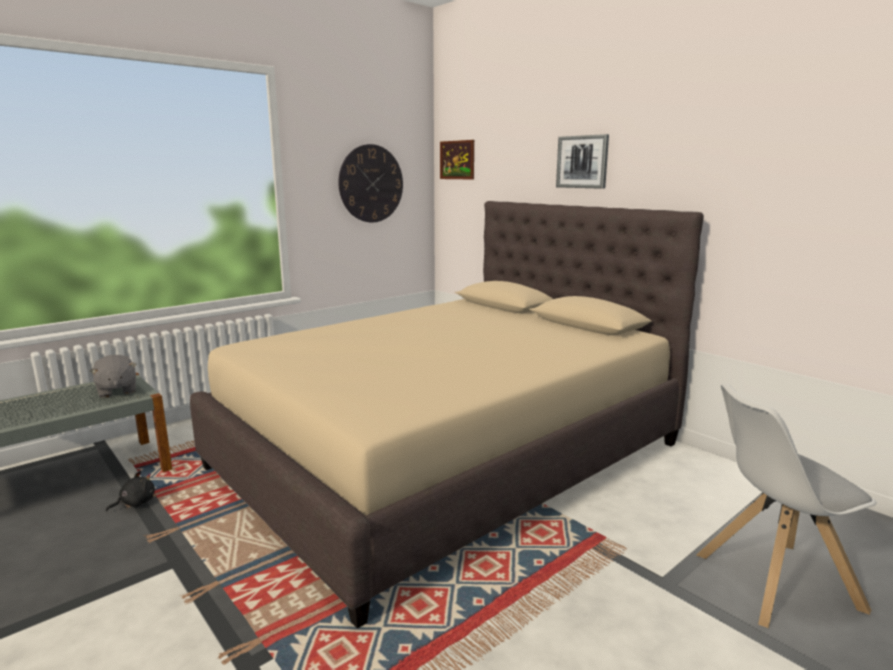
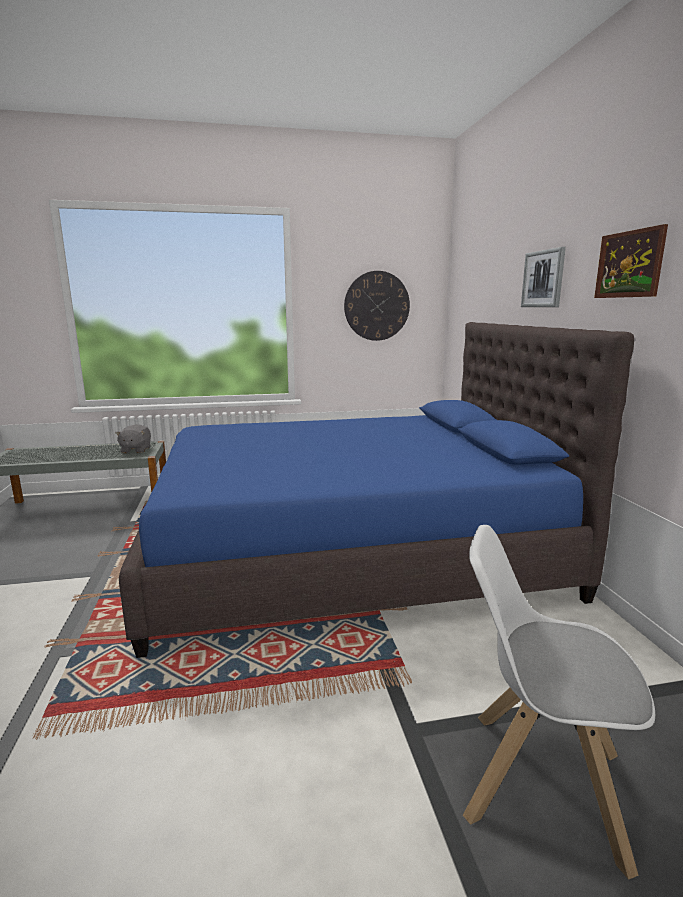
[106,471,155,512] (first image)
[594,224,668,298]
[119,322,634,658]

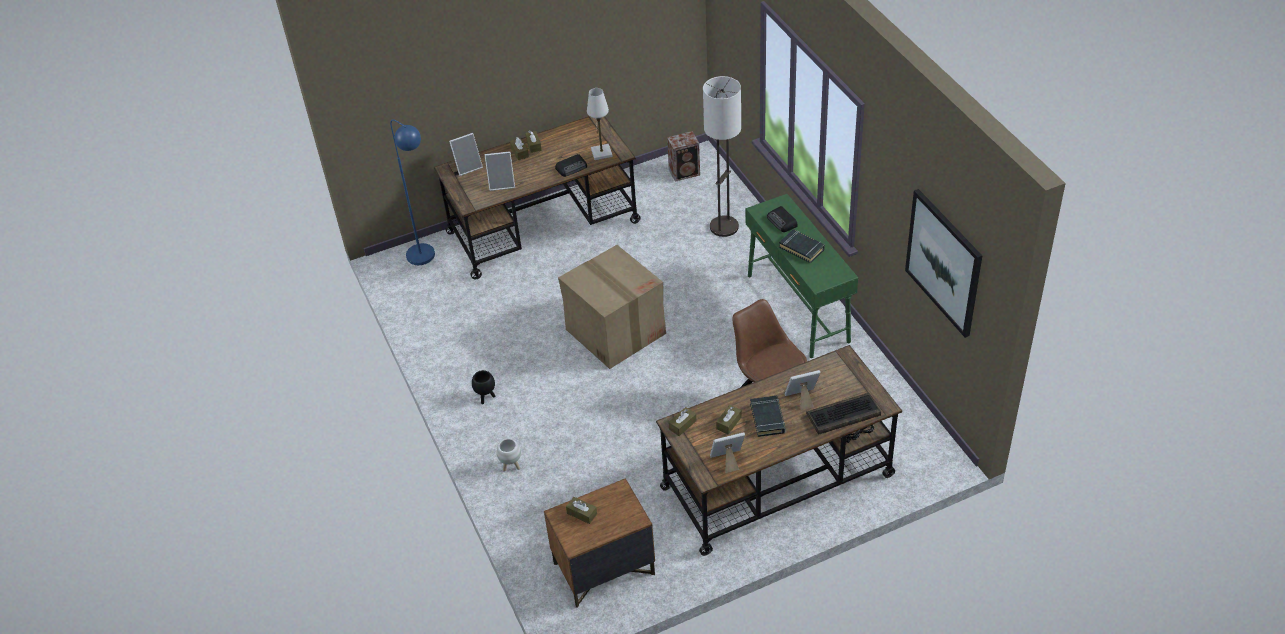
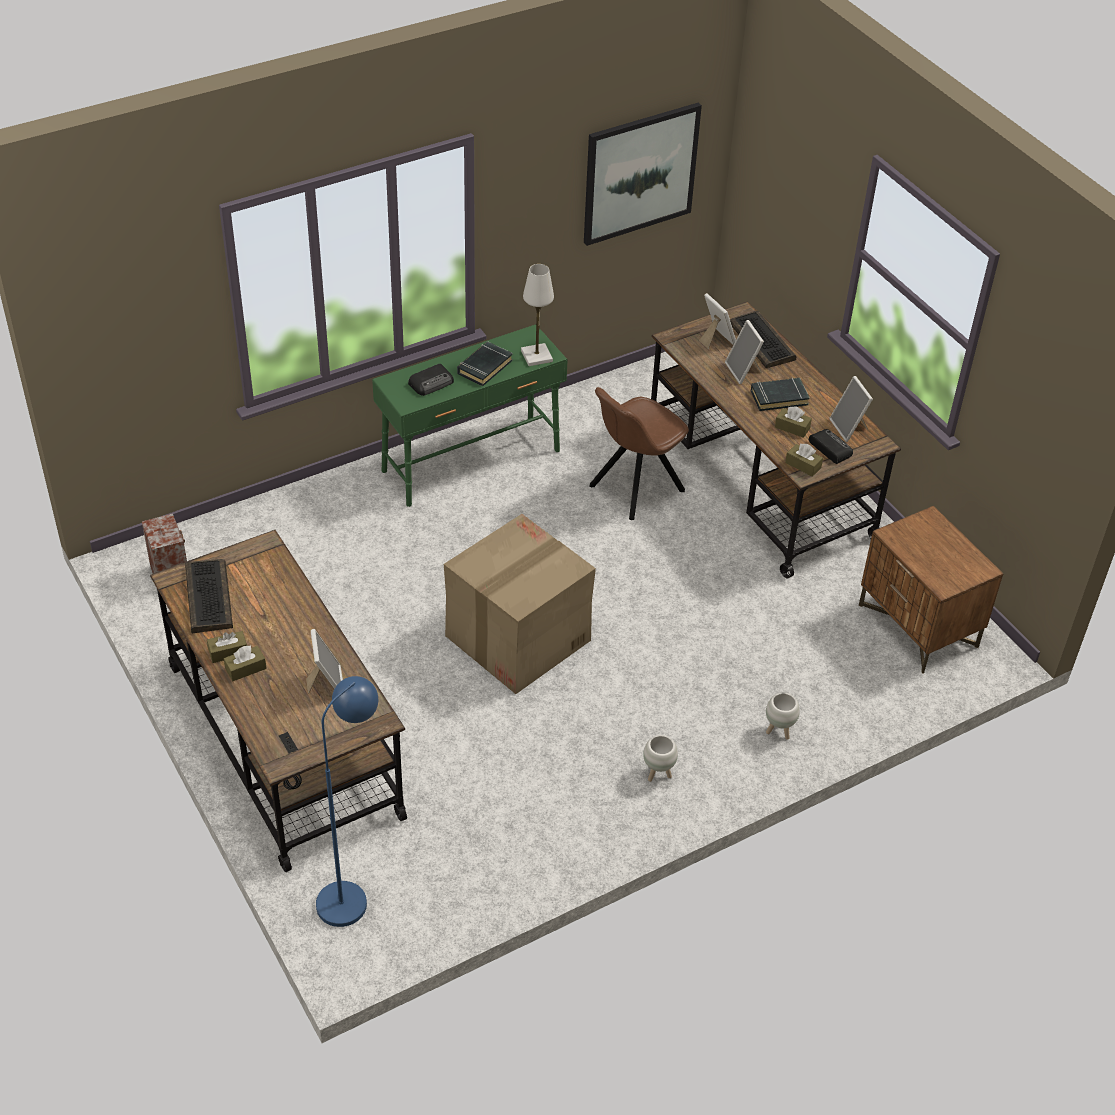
[566,497,597,524] (first image)
[703,76,741,237] (first image)
[185,559,233,633]
[699,293,736,349]
[809,429,853,464]
[521,264,554,366]
[643,735,678,782]

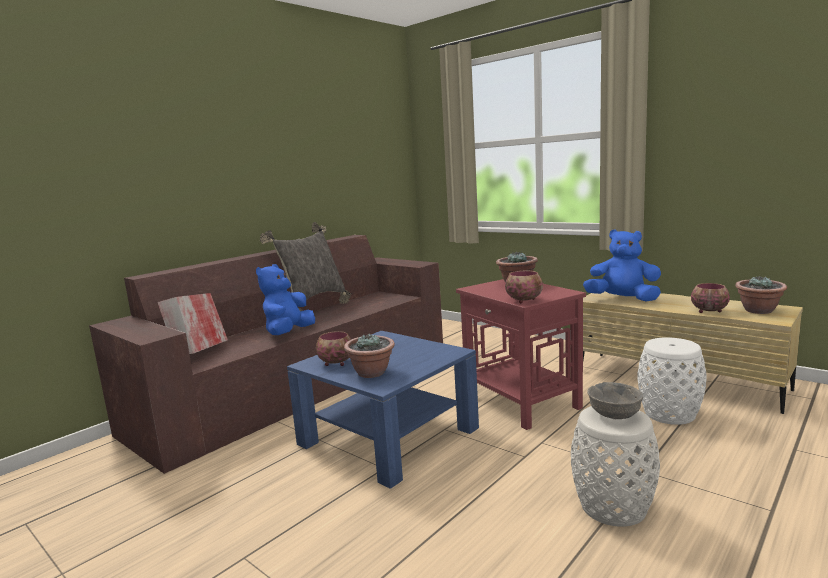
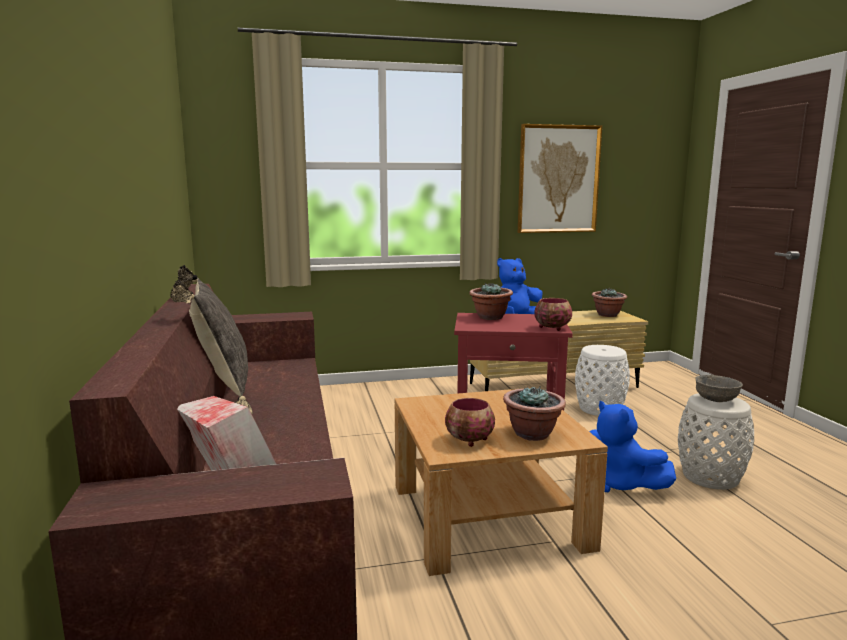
[691,283,730,313] (first image)
[518,124,602,233]
[589,401,676,492]
[395,388,608,576]

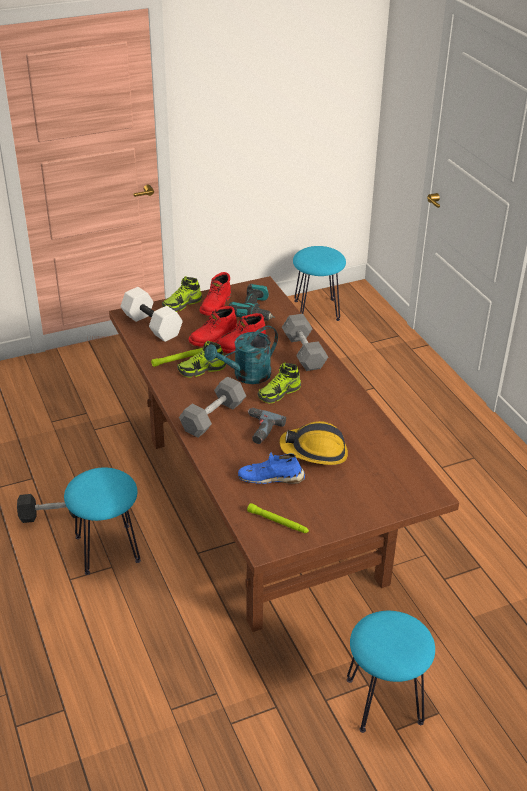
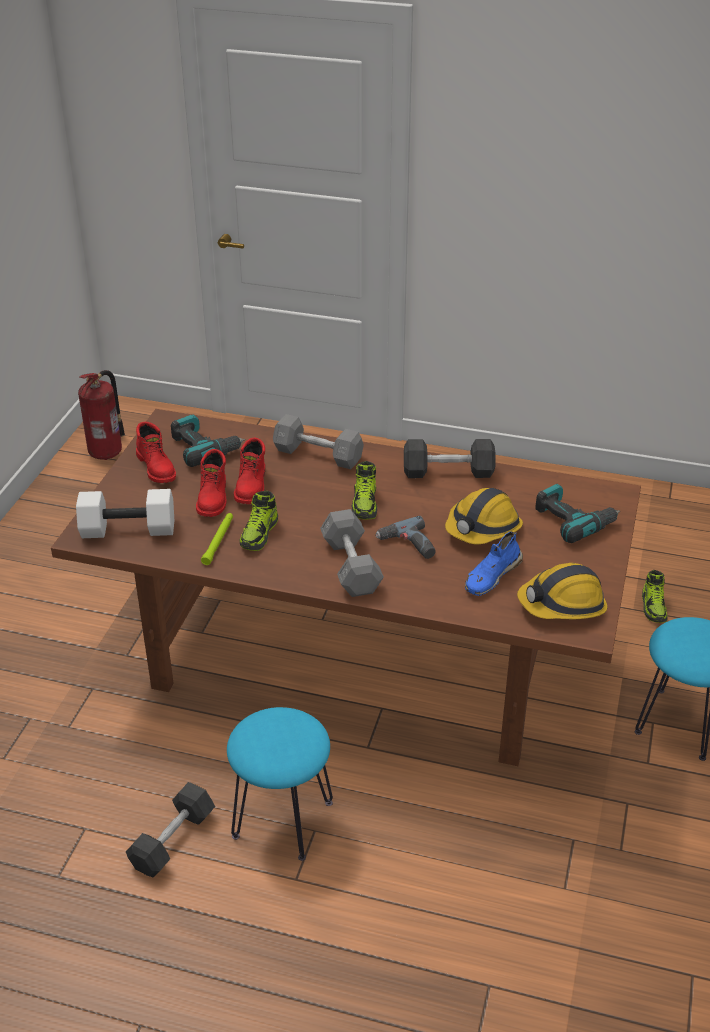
[204,326,278,384] (first image)
[404,439,496,478]
[535,484,620,543]
[642,570,668,623]
[517,563,608,619]
[78,370,125,460]

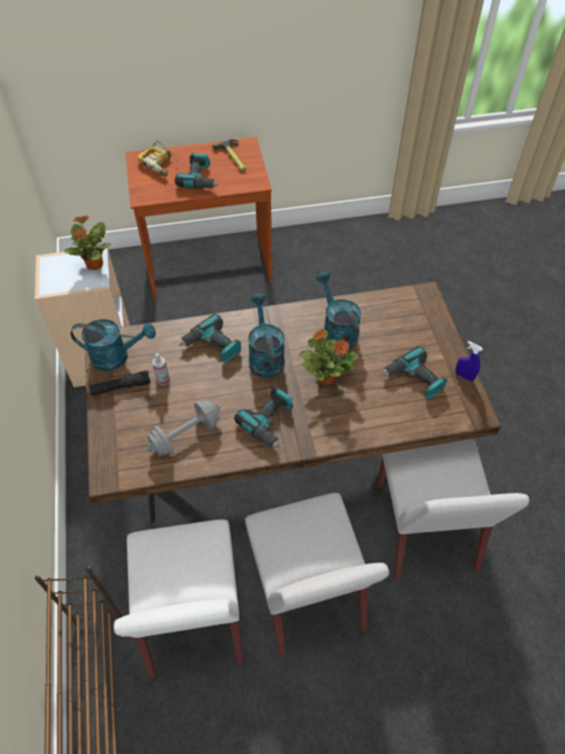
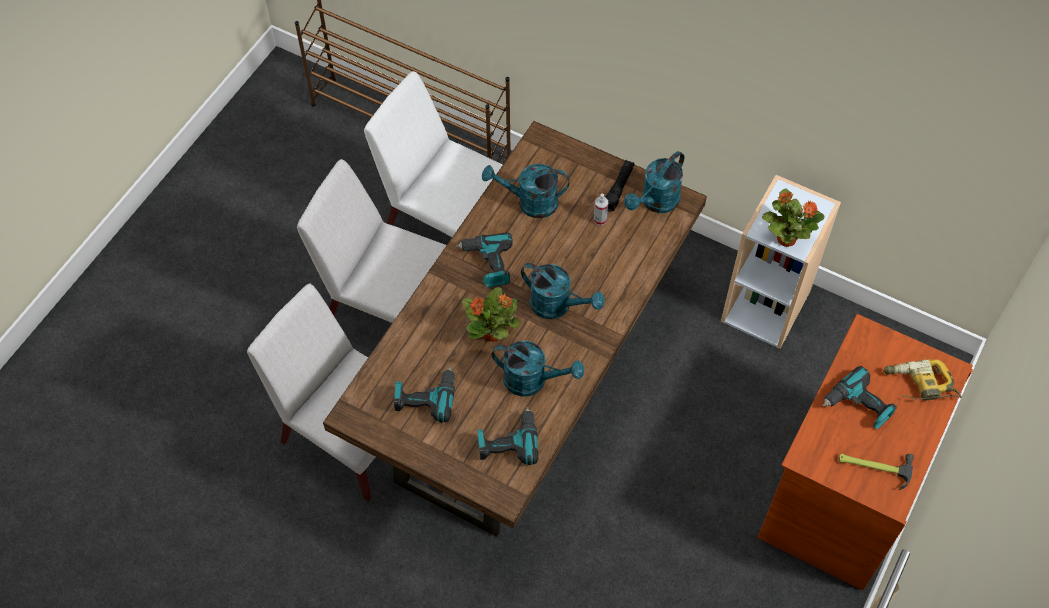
[455,341,483,382] (first image)
[477,407,538,465]
[482,164,569,218]

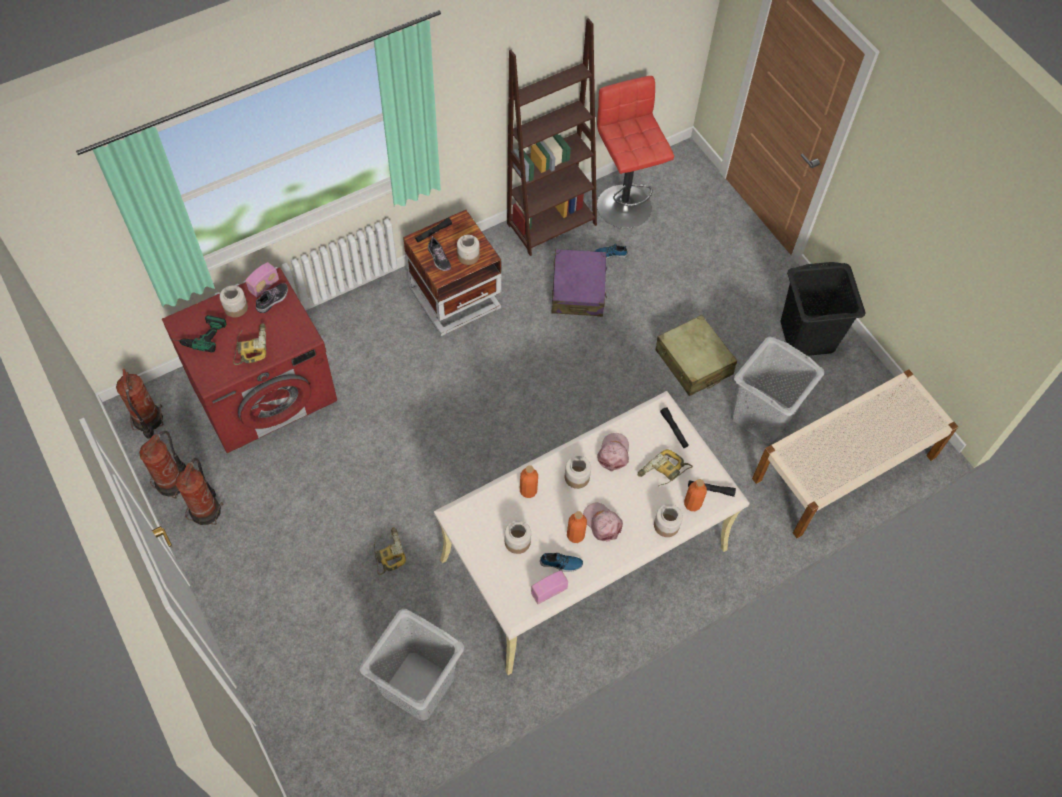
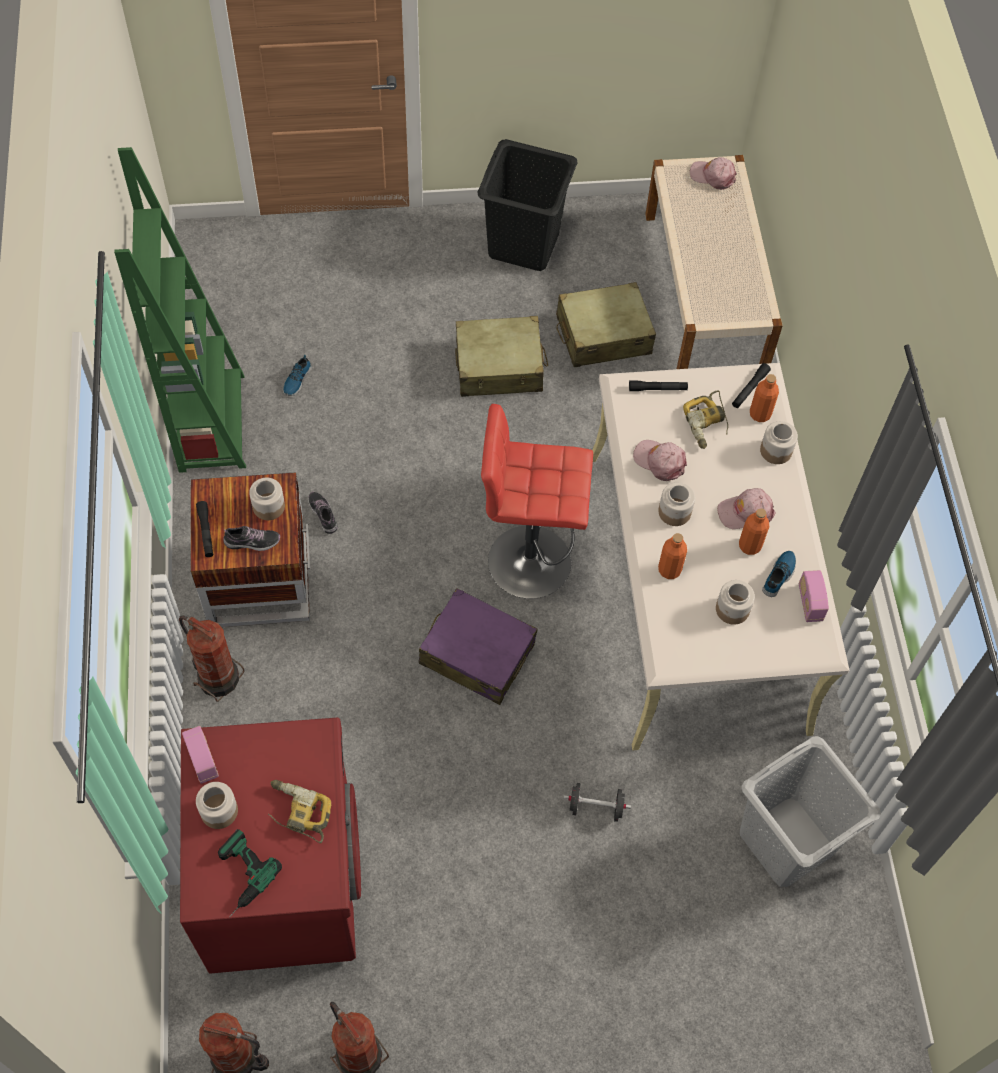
[690,157,737,190]
[179,616,245,702]
[308,492,338,534]
[419,588,537,705]
[481,404,593,599]
[563,783,631,822]
[556,282,656,367]
[114,147,246,473]

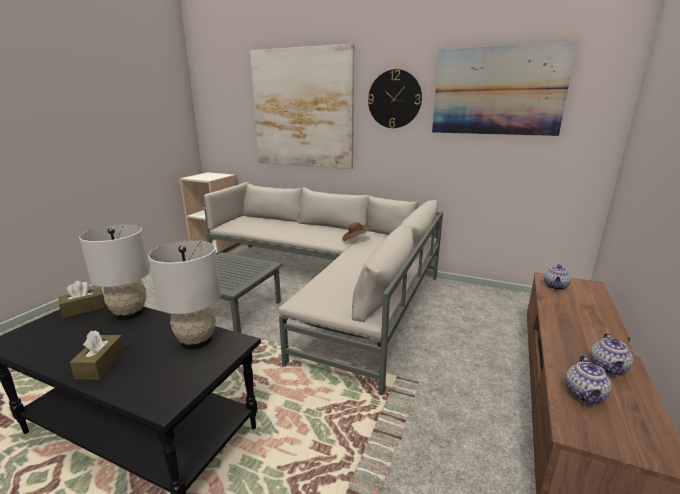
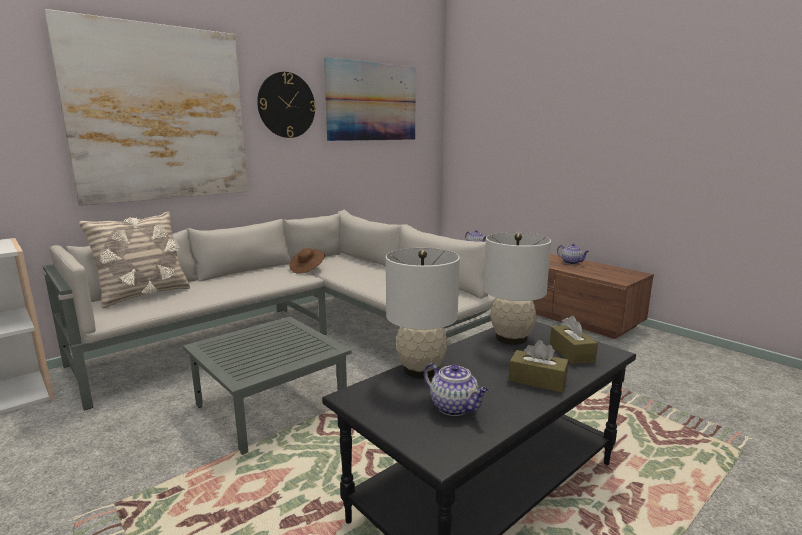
[79,212,190,308]
[550,315,598,364]
[424,363,489,416]

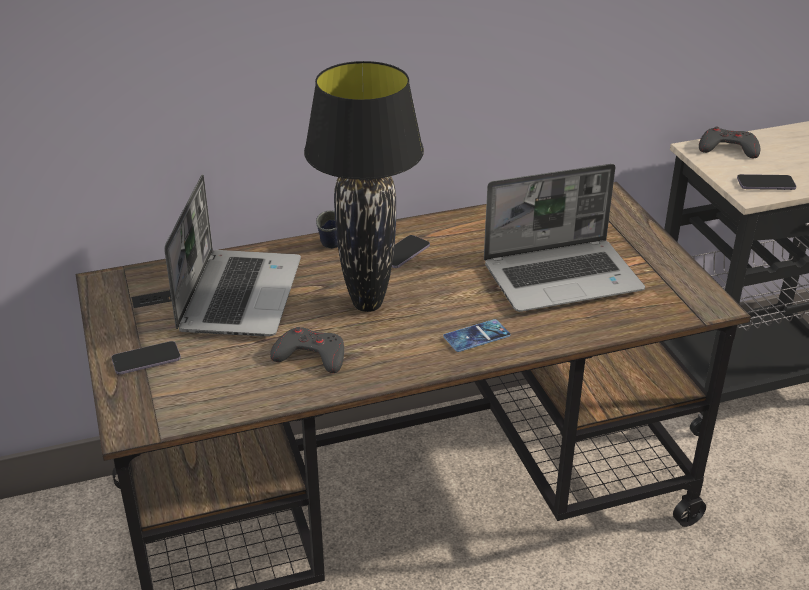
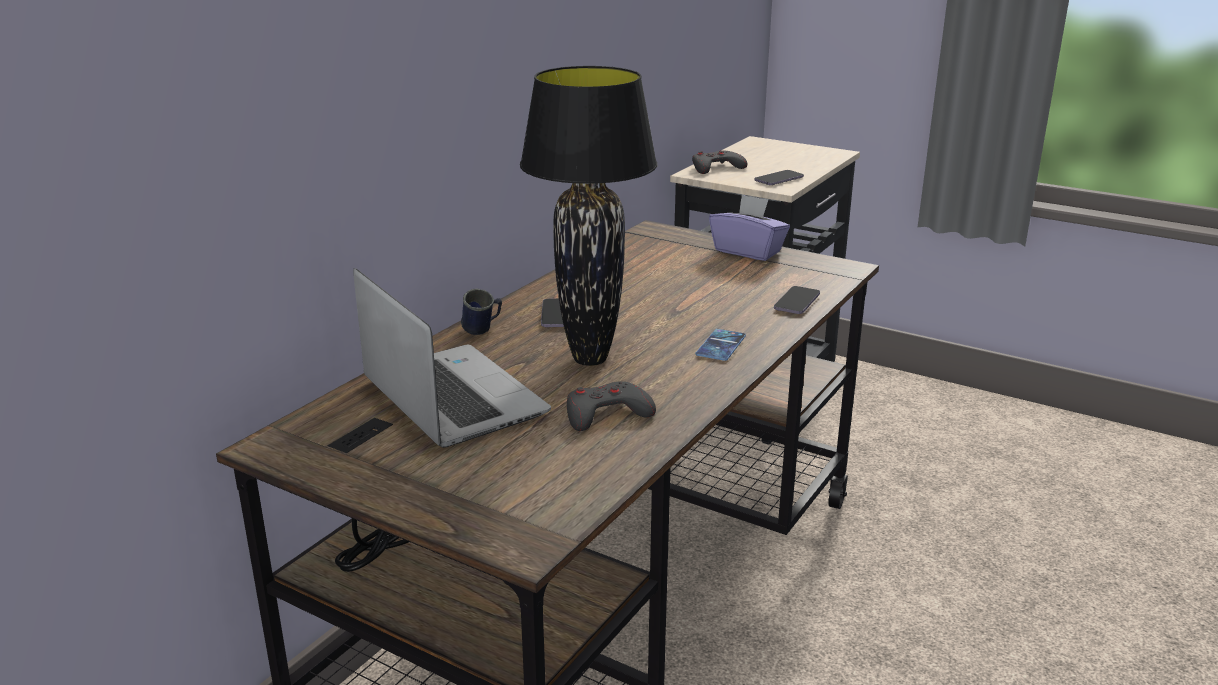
[484,164,645,312] (first image)
[709,194,790,261]
[774,286,820,314]

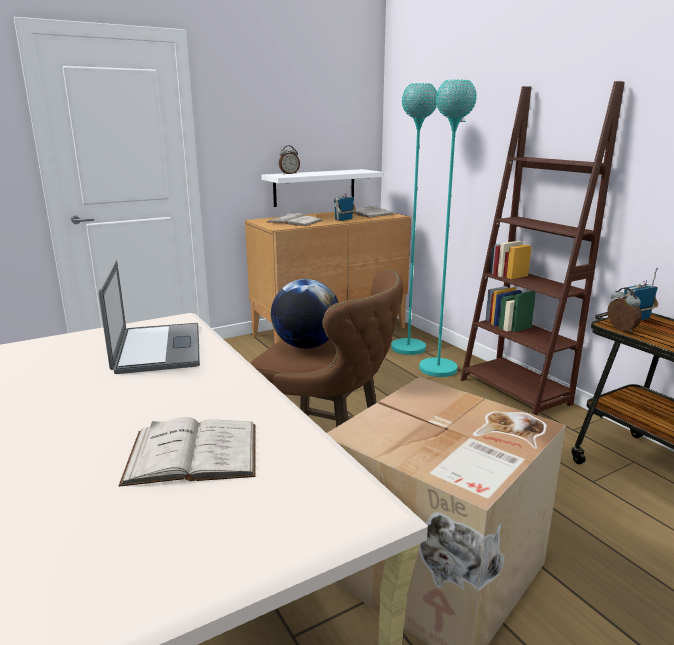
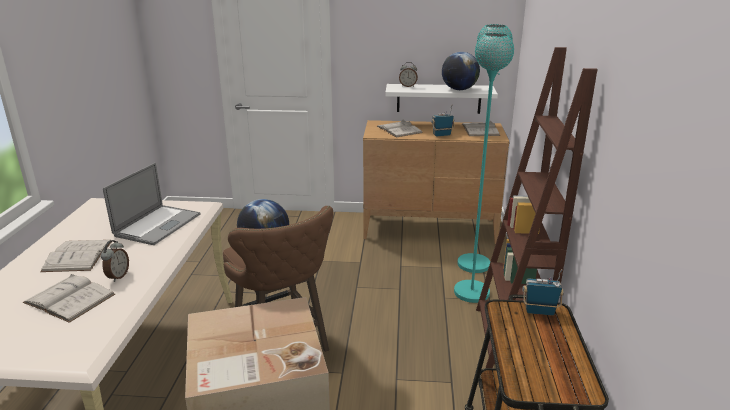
[40,240,112,272]
[442,52,480,90]
[101,240,129,282]

